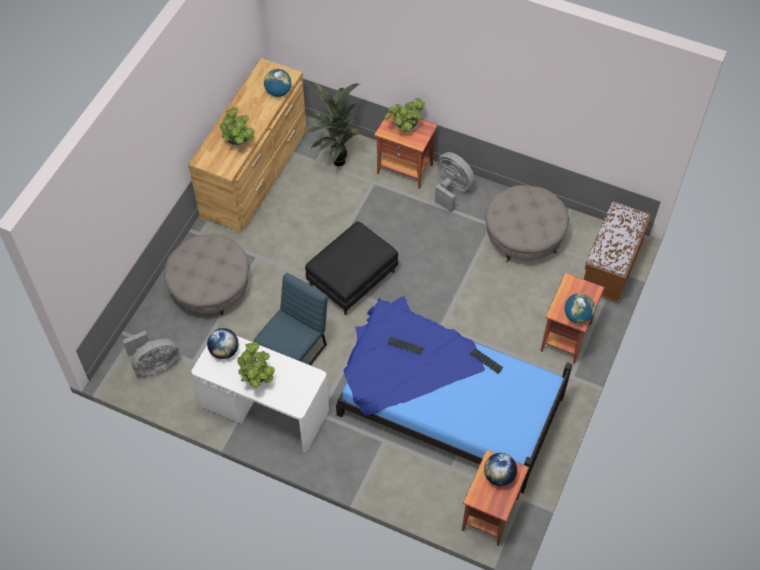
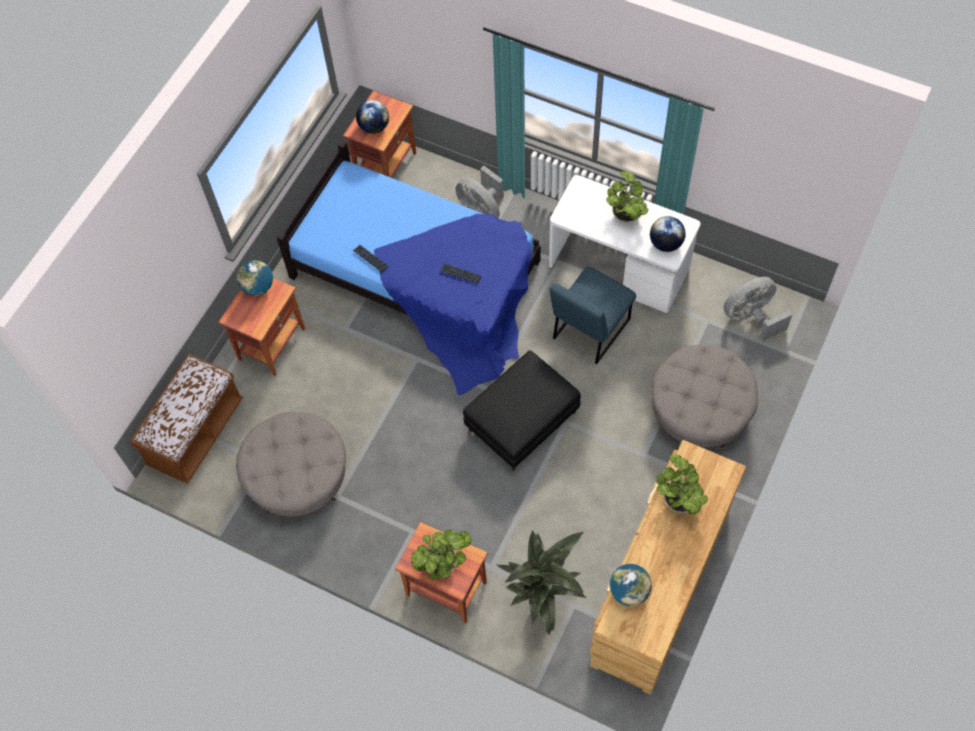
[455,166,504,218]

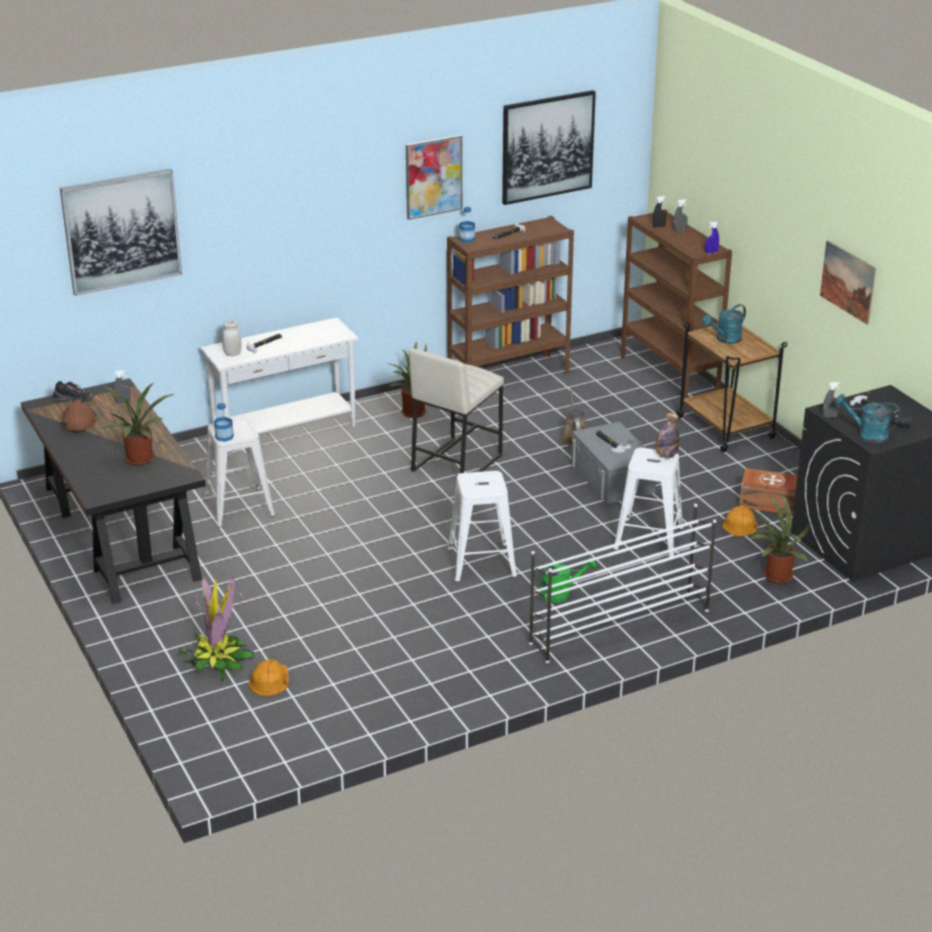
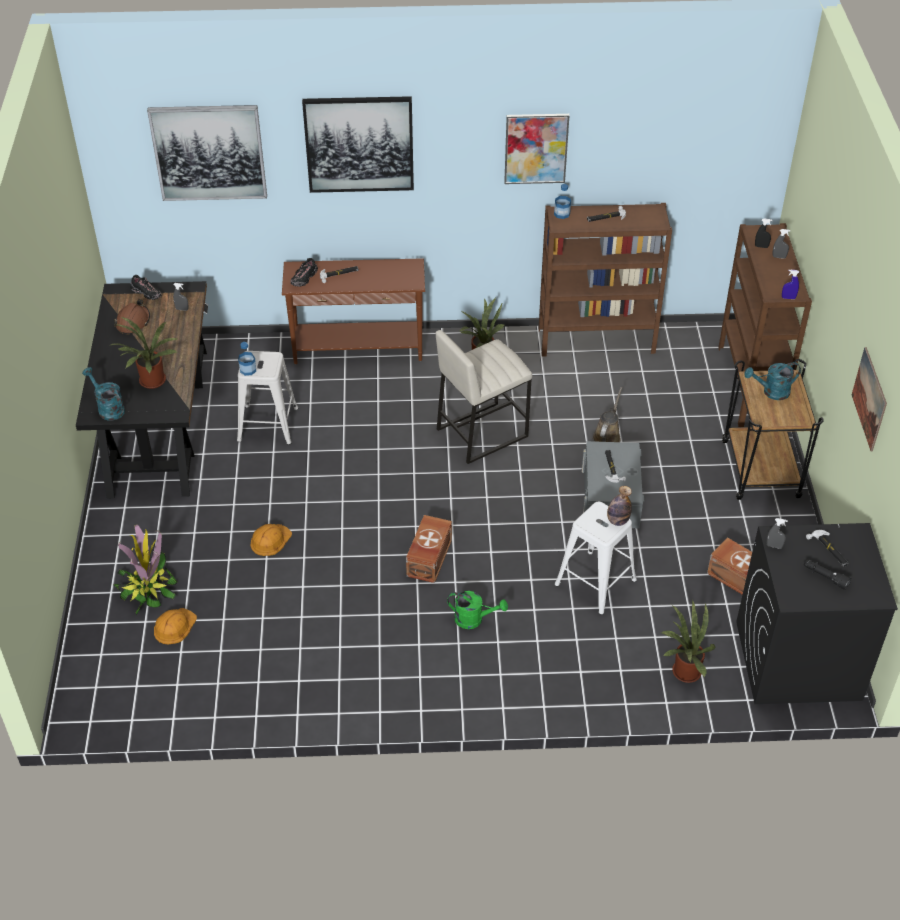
[529,504,716,663] (first image)
[302,96,414,193]
[251,524,292,556]
[82,367,125,421]
[290,258,318,287]
[406,515,452,583]
[282,258,425,365]

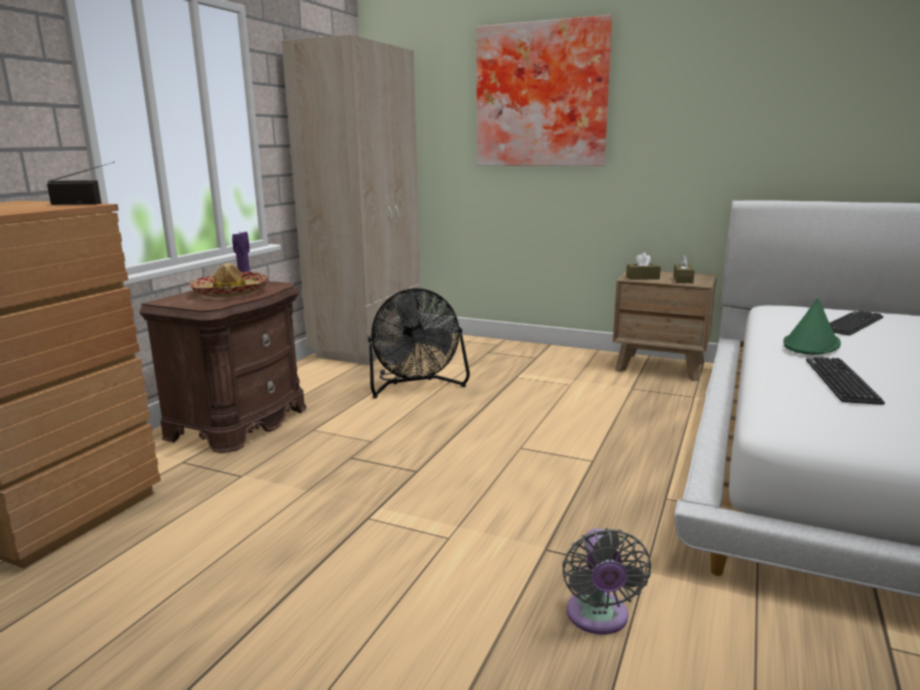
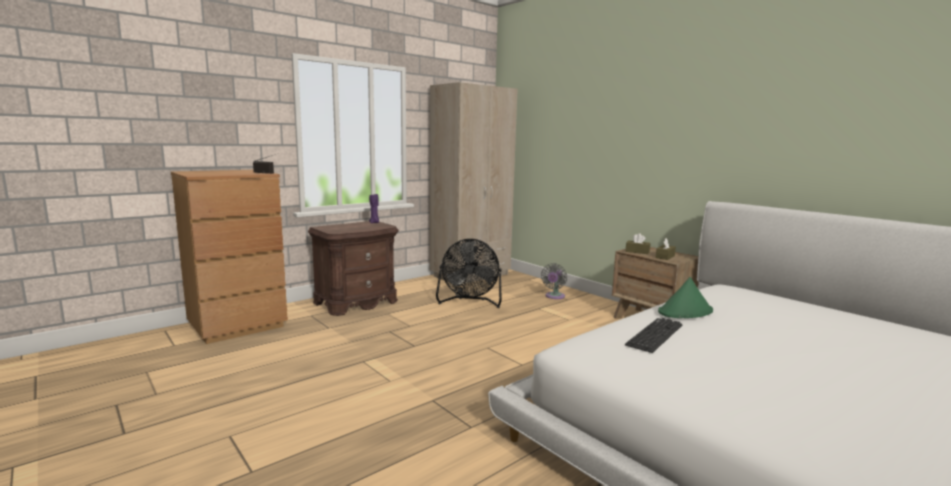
[189,263,269,297] (first image)
[477,15,612,166] (first image)
[830,311,883,335] (first image)
[541,263,567,299]

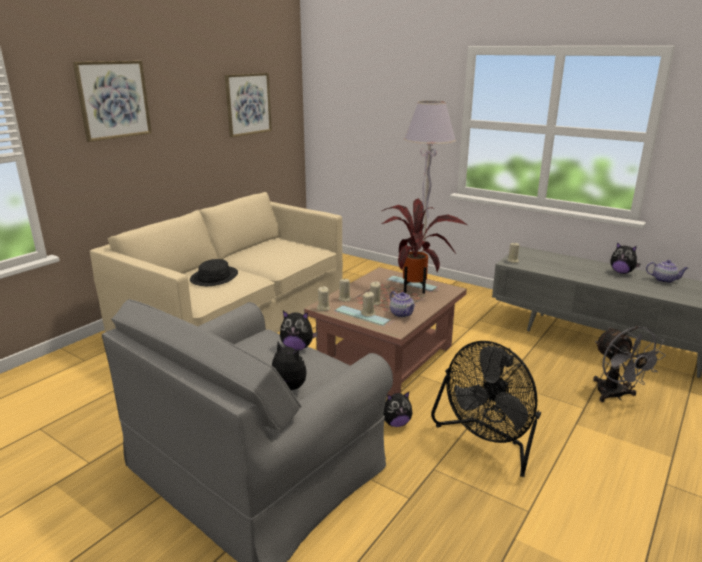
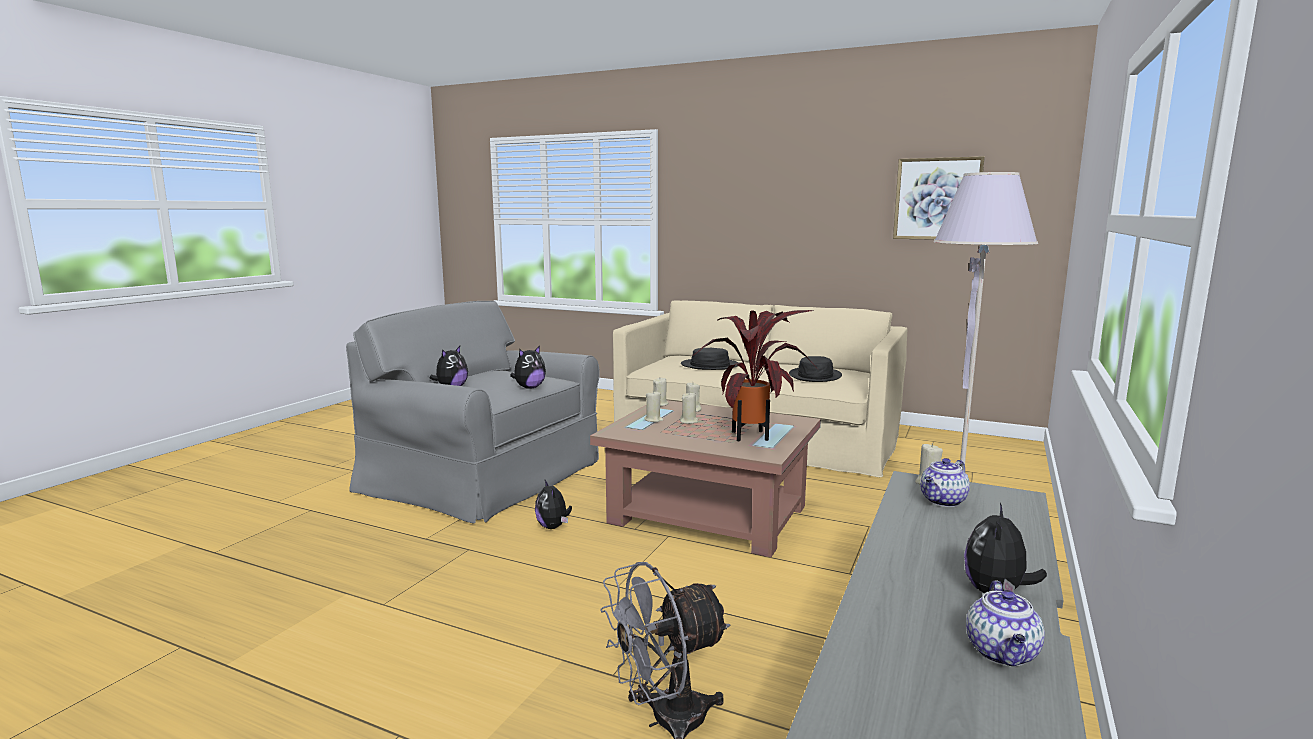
[73,61,152,142] (first image)
[431,341,541,477] (first image)
[789,356,842,382]
[920,458,970,507]
[510,346,546,389]

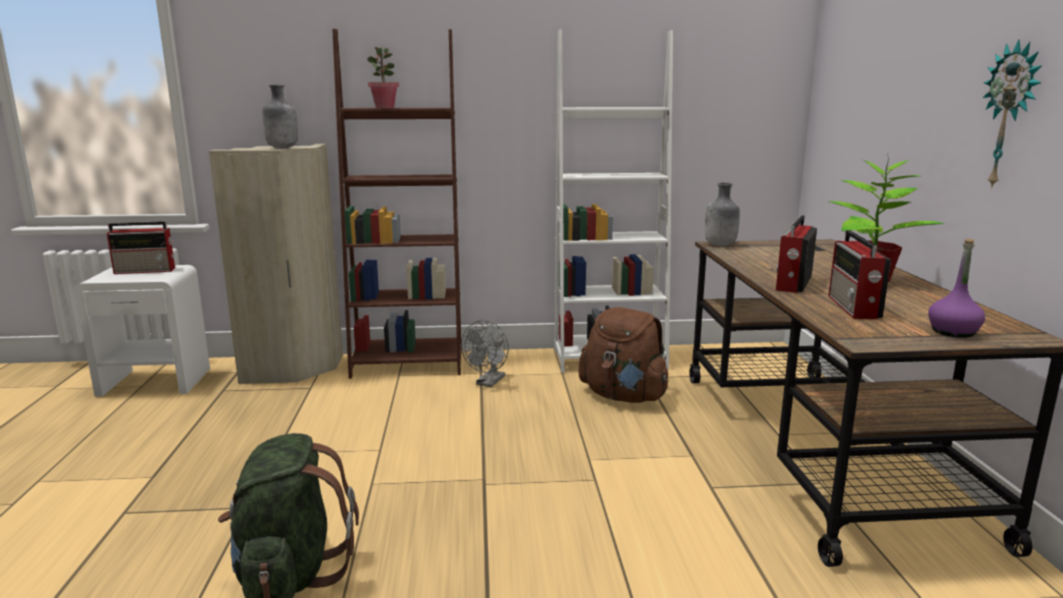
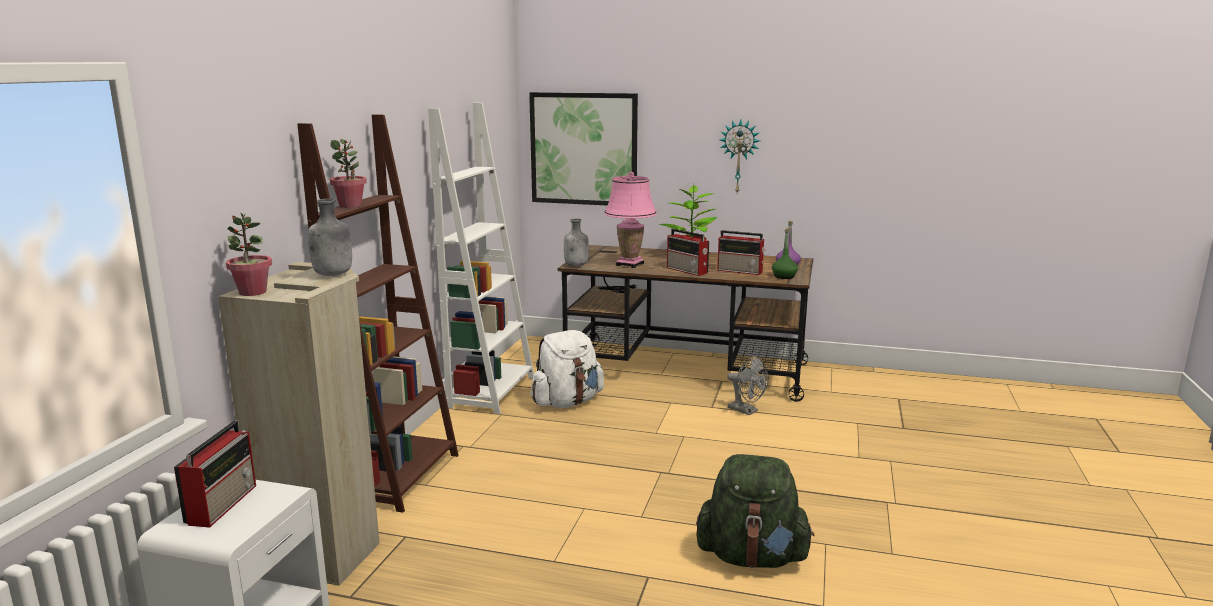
[226,213,272,296]
[529,92,638,206]
[604,172,657,268]
[772,228,798,279]
[727,356,769,415]
[531,330,604,408]

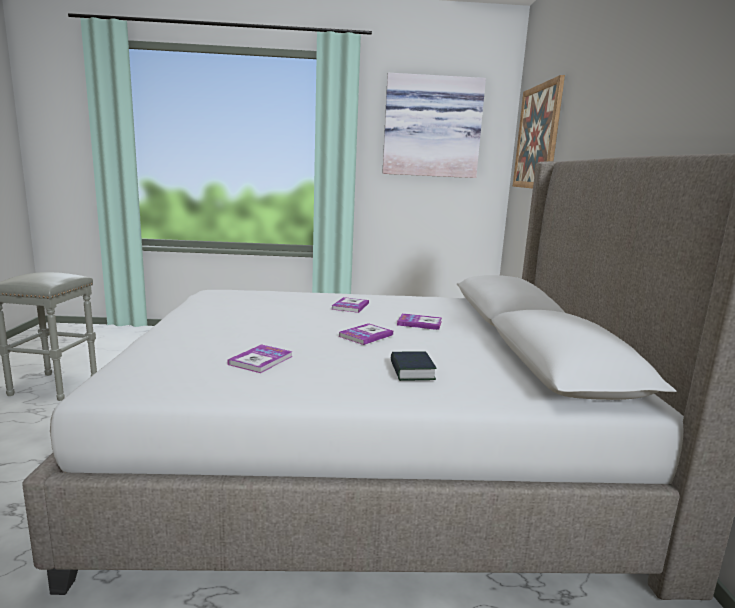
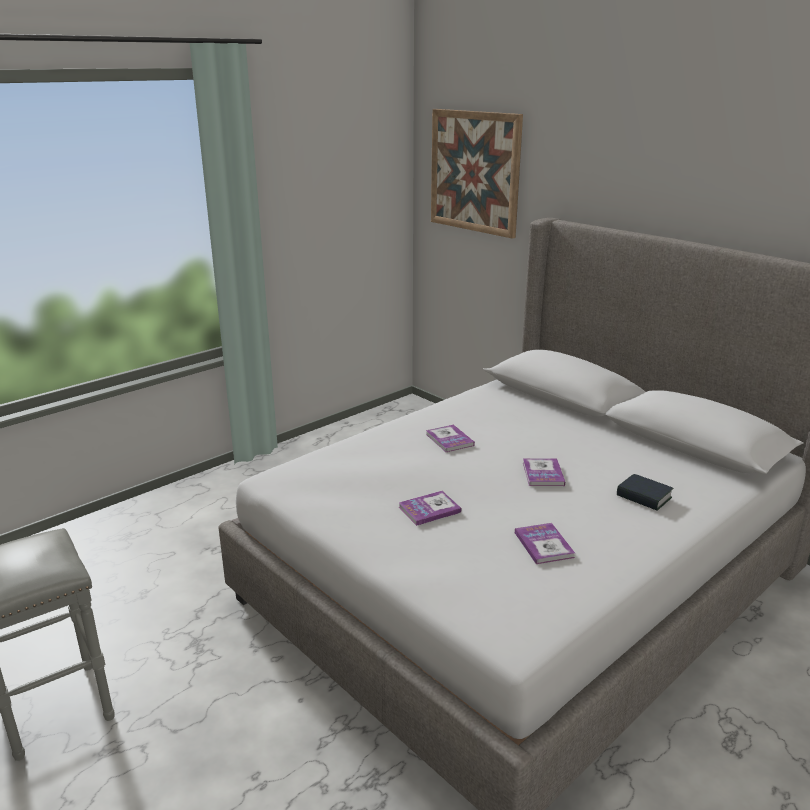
[382,73,486,178] (first image)
[399,491,461,526]

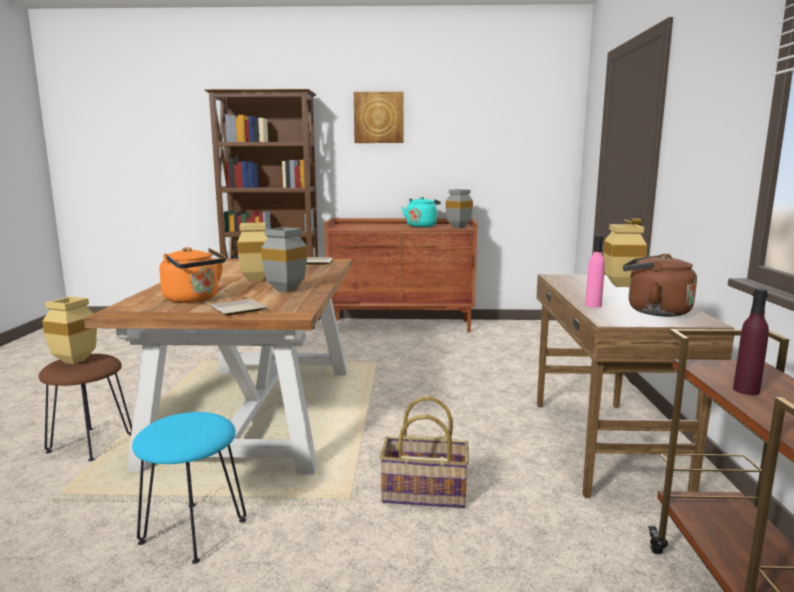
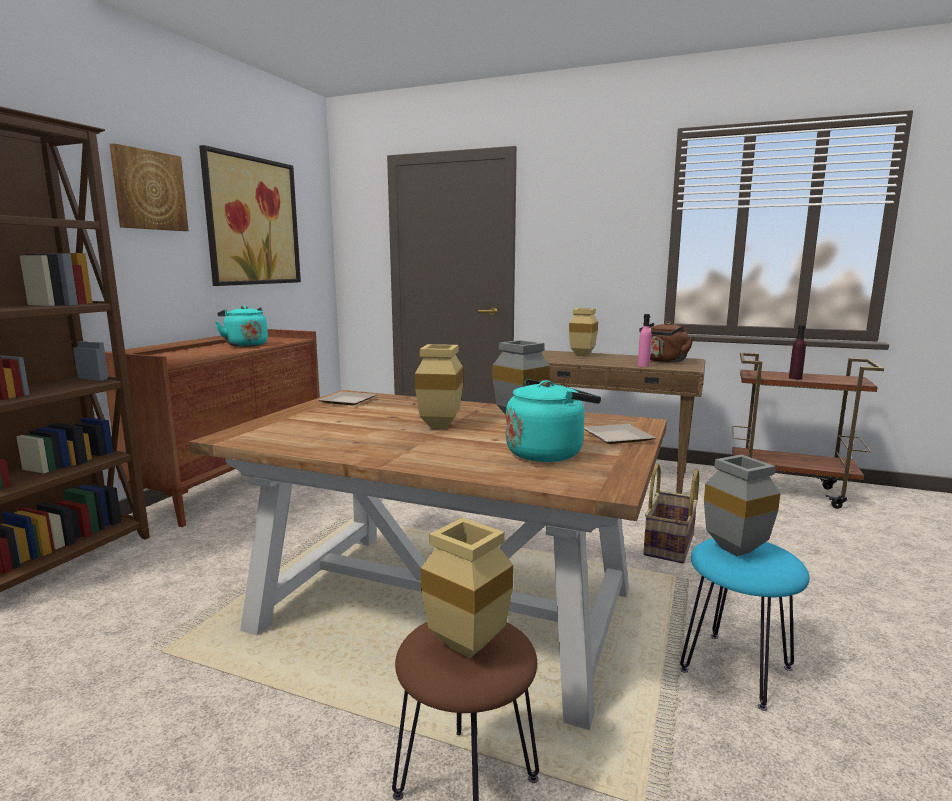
[199,145,301,286]
[704,454,780,556]
[506,379,601,462]

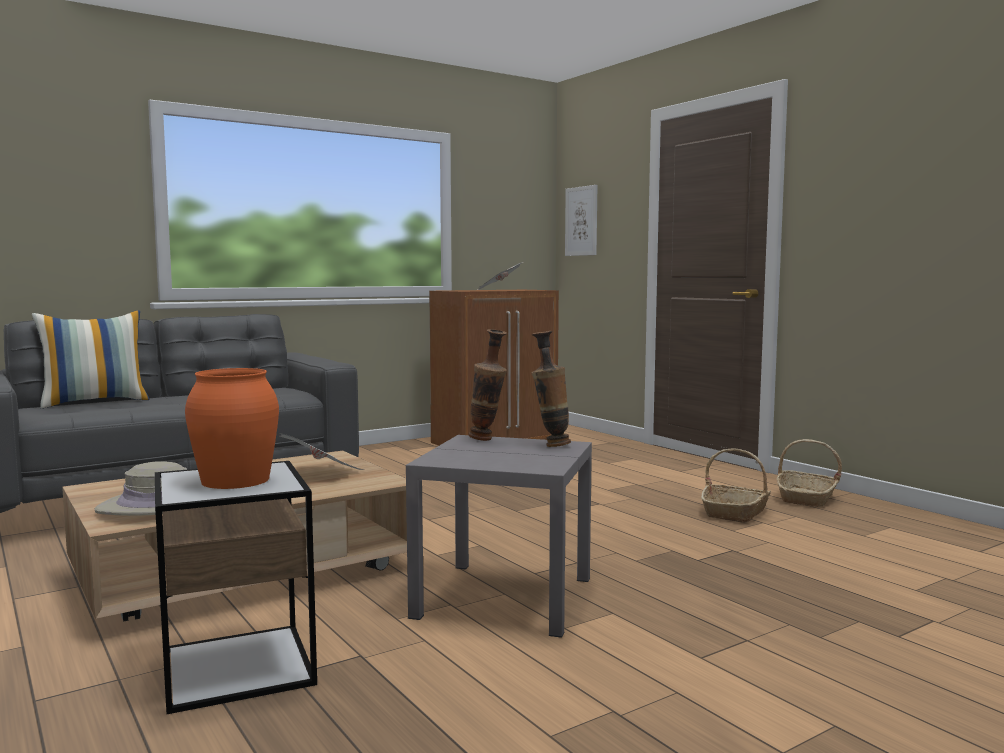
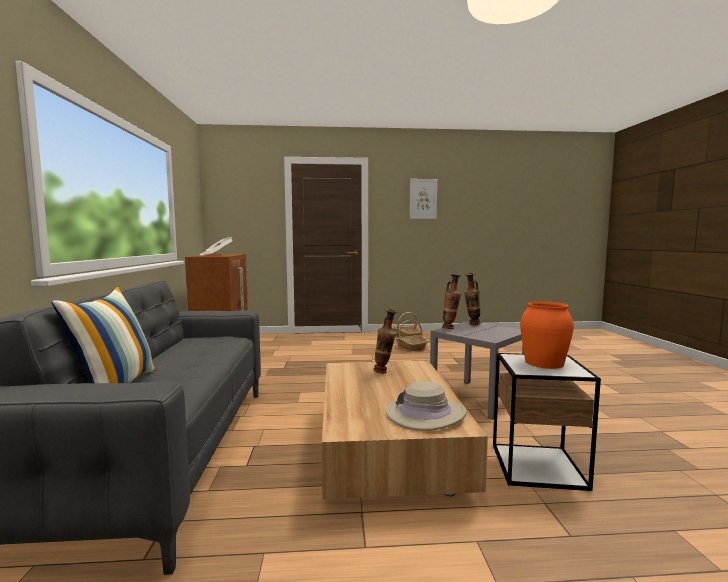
[410,179,437,219]
[373,309,397,374]

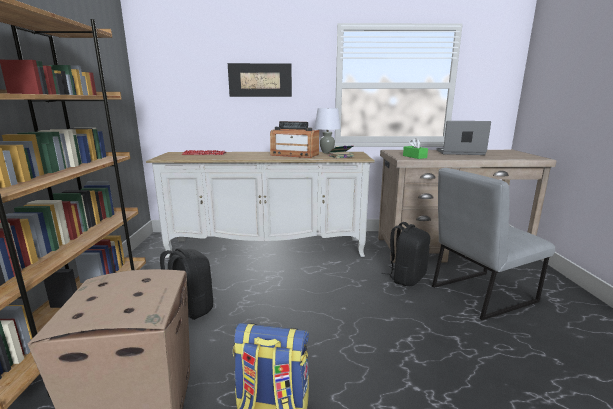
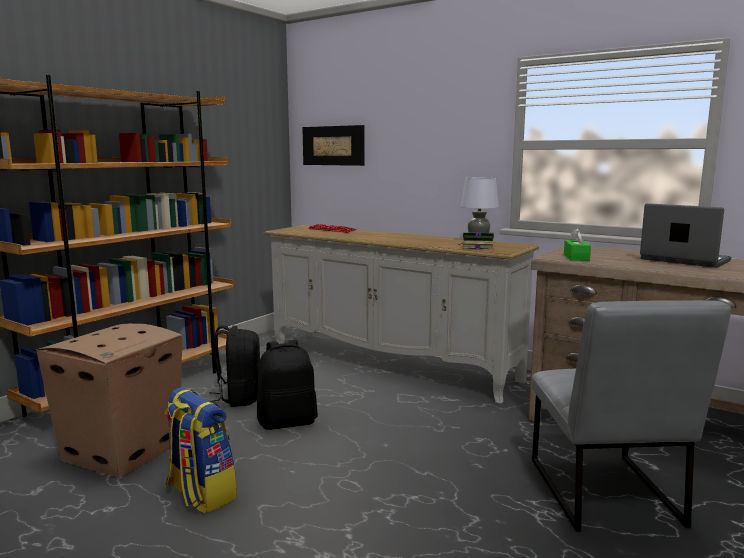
[270,121,319,158] (first image)
[302,125,364,166]
[257,340,318,430]
[531,300,731,532]

